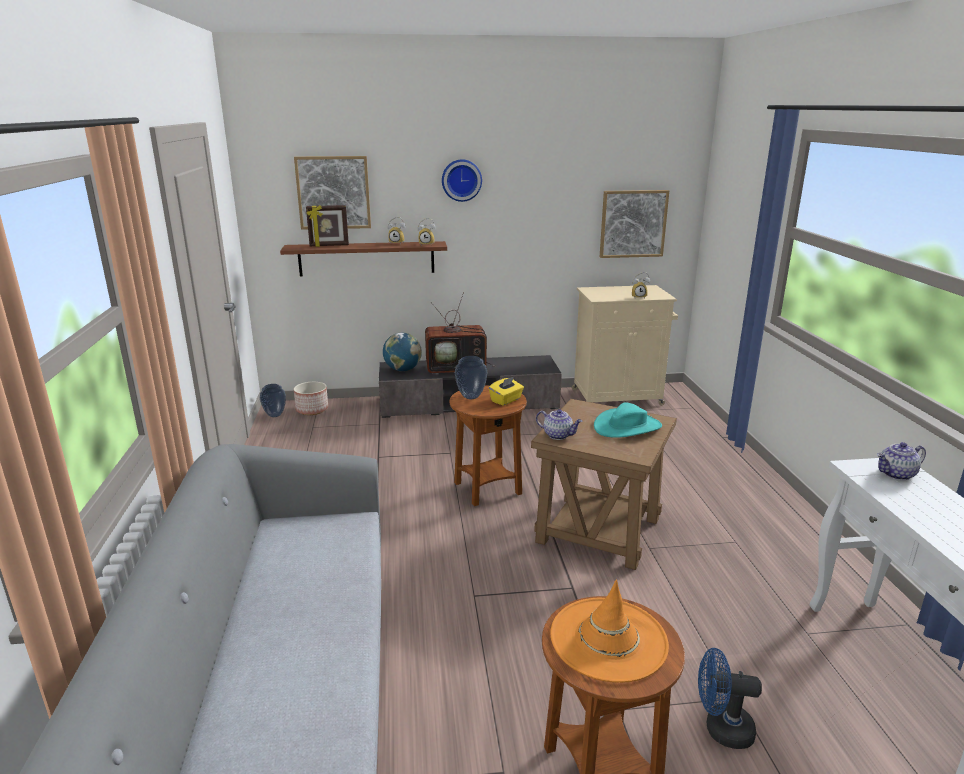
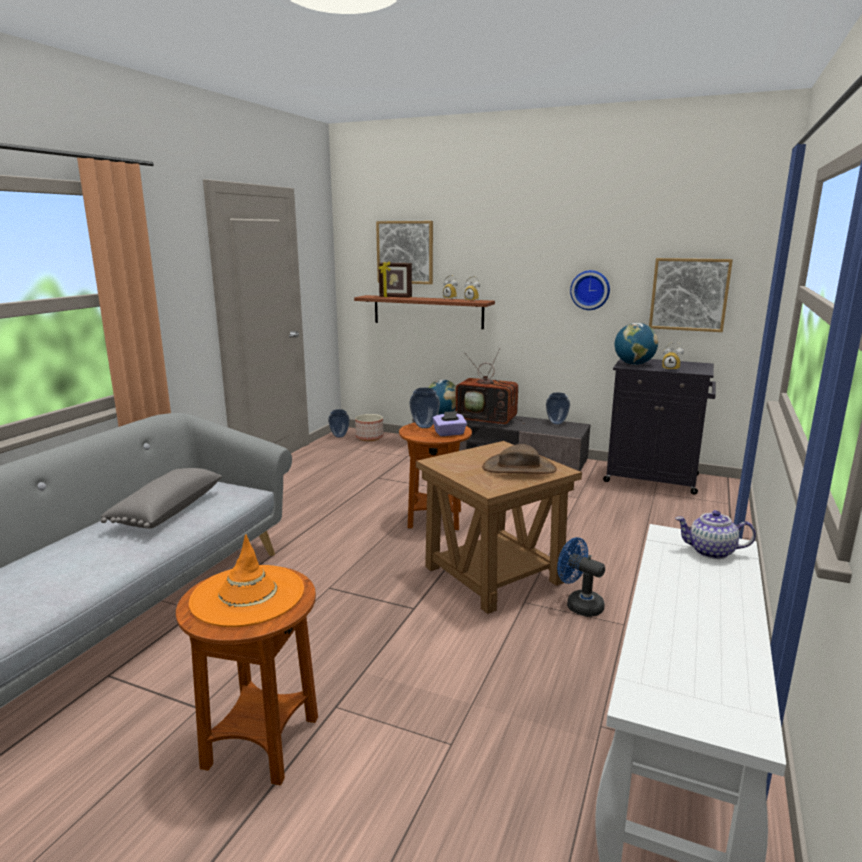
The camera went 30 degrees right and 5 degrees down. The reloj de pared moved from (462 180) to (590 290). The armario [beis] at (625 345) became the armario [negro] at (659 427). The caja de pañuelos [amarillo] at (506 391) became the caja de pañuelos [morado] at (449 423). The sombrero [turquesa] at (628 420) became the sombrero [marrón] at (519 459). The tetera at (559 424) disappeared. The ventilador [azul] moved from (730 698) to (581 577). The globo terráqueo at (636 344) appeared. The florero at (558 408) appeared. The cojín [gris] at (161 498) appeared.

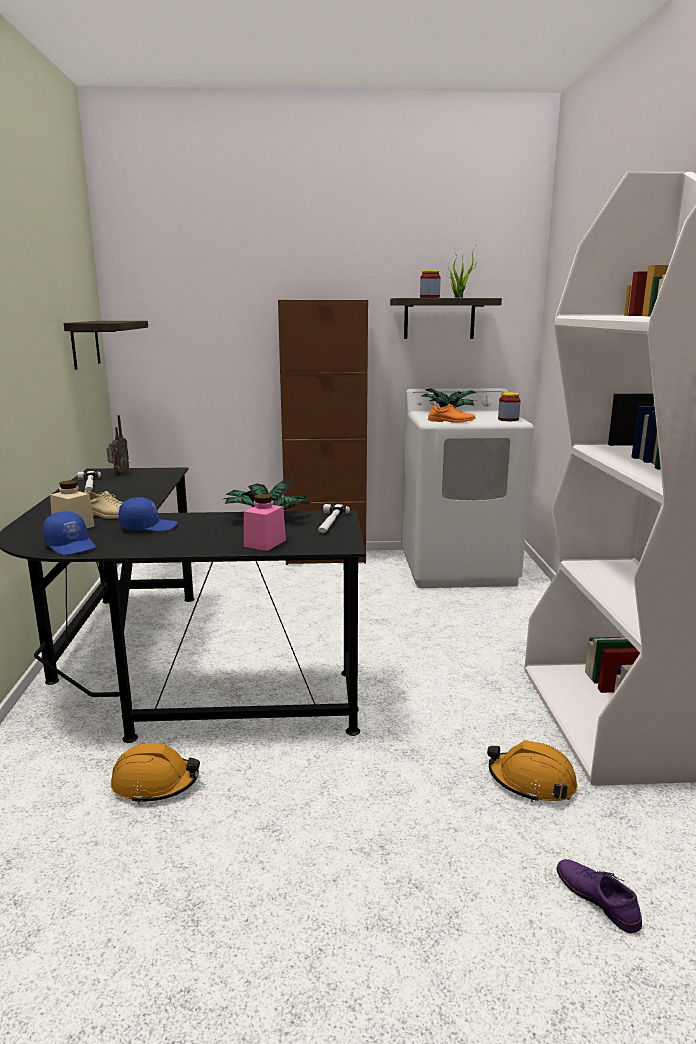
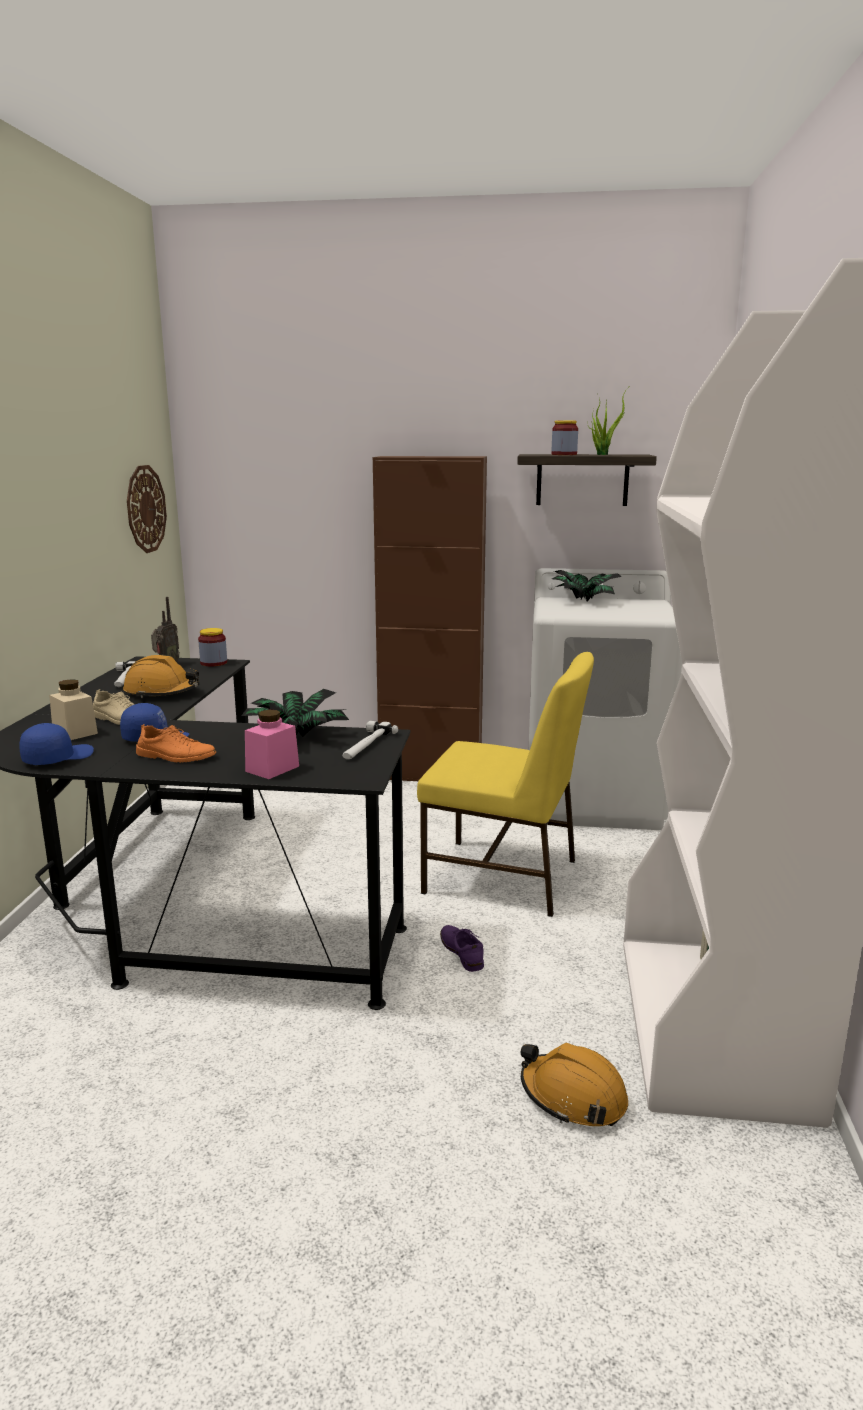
The camera went 10 degrees right and 0 degrees up. The estante at (106 345) was replaced by the reloj de pared at (147 509). The tarro moved from (509 406) to (212 647). The zapato [naranja] moved from (451 413) to (176 743). The gorra [azul] at (69 533) turned 105 degrees counterclockwise. The casco [naranja] moved from (155 773) to (161 676). The zapato [morado] moved from (599 896) to (462 948). The silla [amarillo] at (505 784) appeared.

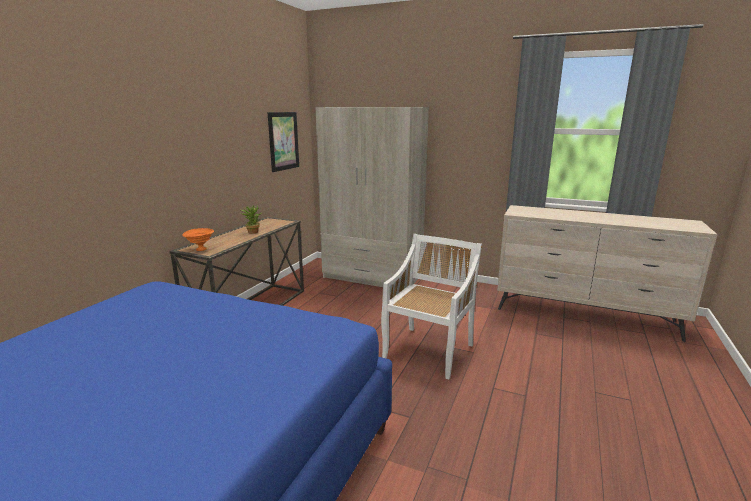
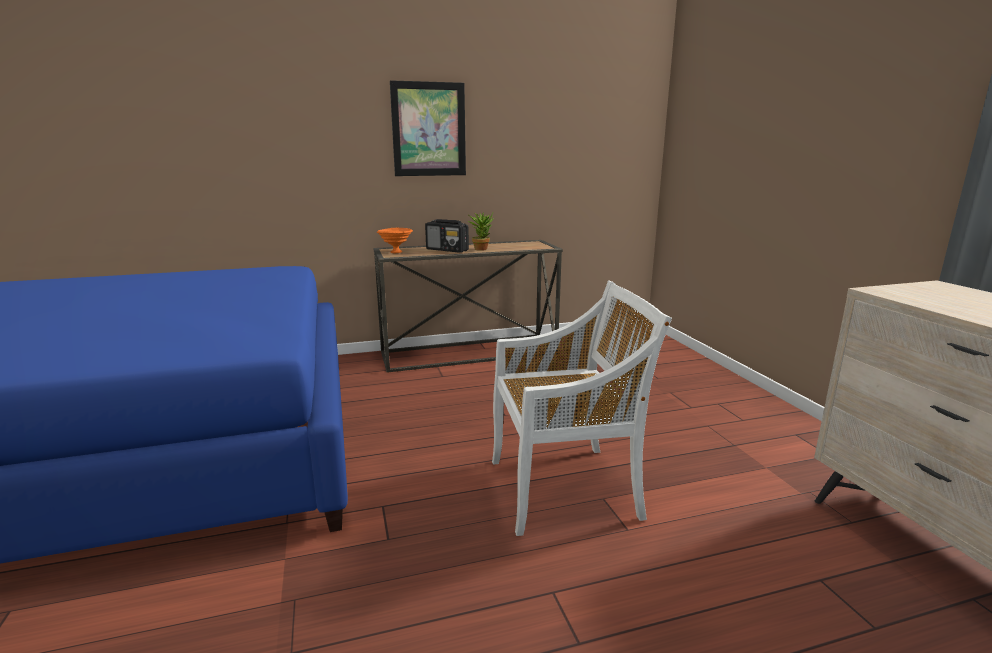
The camera went 50 degrees right and 0 degrees up. The armario ropero [beis] at (372 197) disappeared. The cuadro moved from (283 142) to (428 128). The radio at (447 236) appeared.

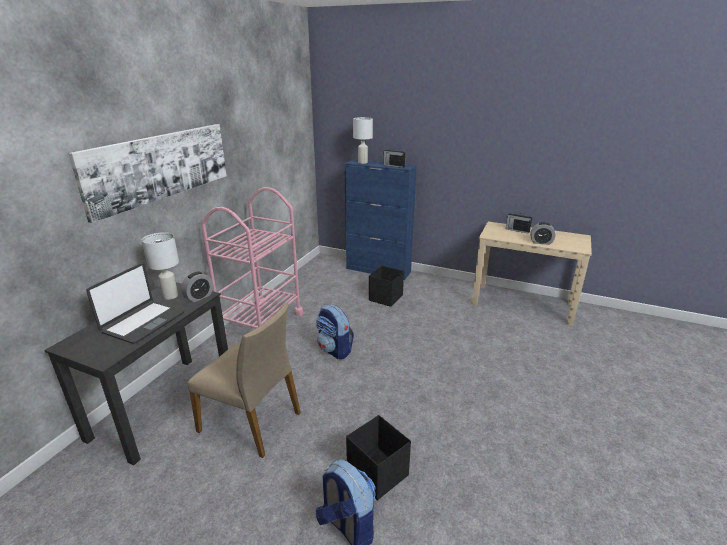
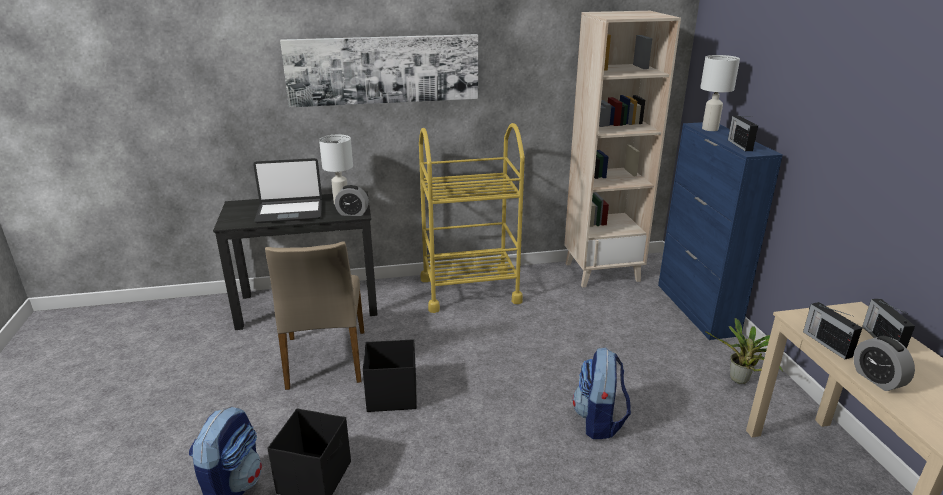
The camera went 55 degrees right and 0 degrees up. The carrito [rosa] at (252 261) became the carrito [amarillo] at (472 218). The caja de almacenaje [negro] moved from (386 286) to (390 375). The mochila moved from (335 332) to (602 393). The estantería [beis] at (622 149) appeared. The radio at (832 330) appeared. The planta en maceta at (744 351) appeared.

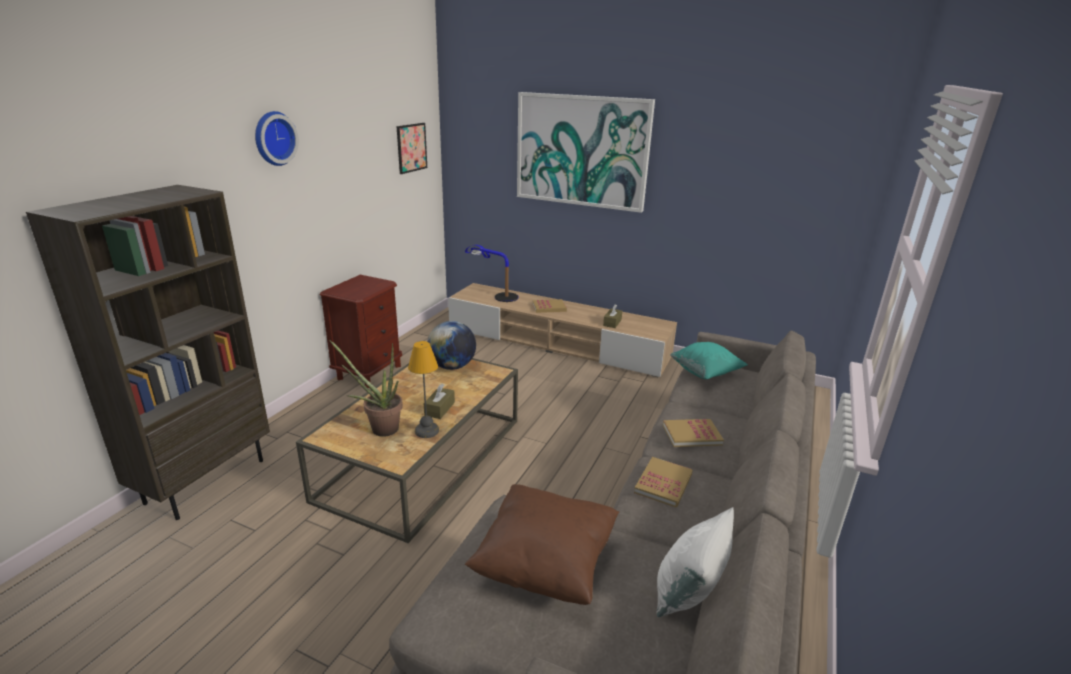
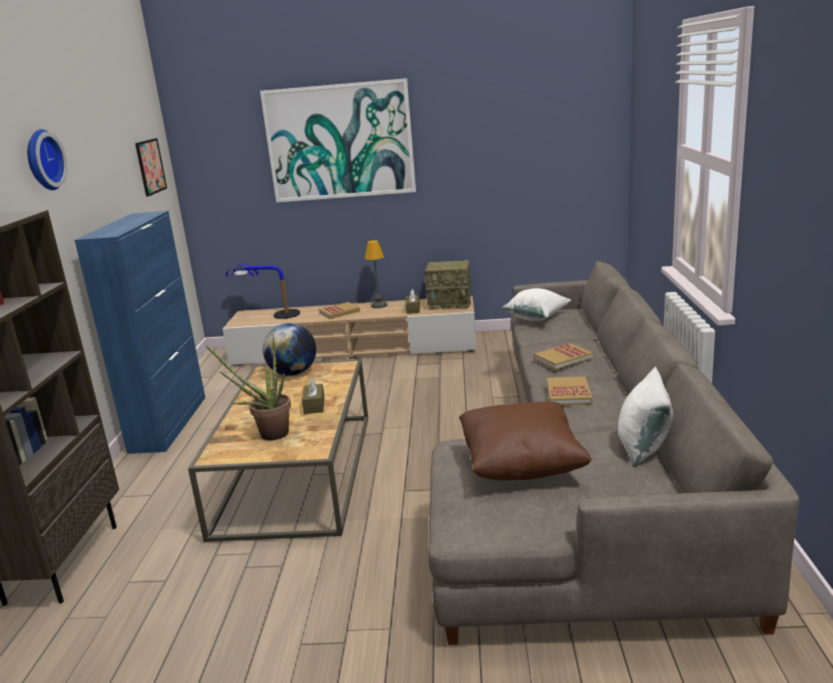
The camera went 20 degrees left and 5 degrees down. The mesita de noche [marrón] at (361 331) was replaced by the armario [azul] at (140 332). The lámpara de mesa moved from (423 389) to (376 274). The cojín [turquesa] at (709 360) became the cojín [blanco] at (536 304). The radio at (448 285) appeared.

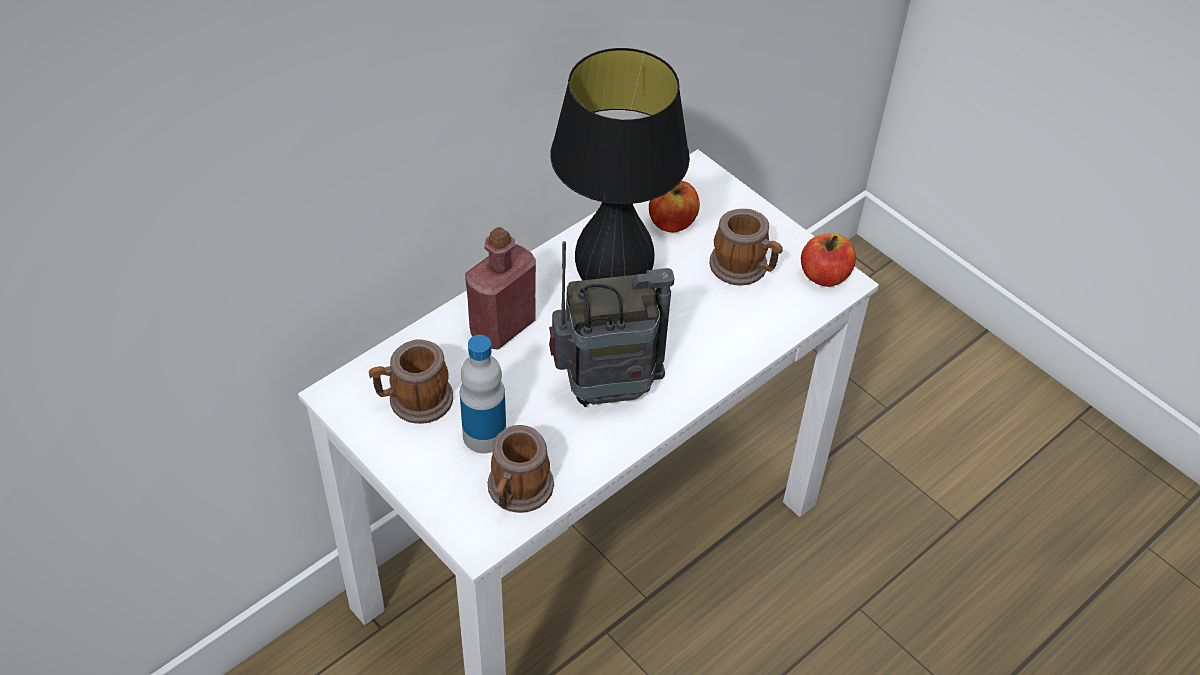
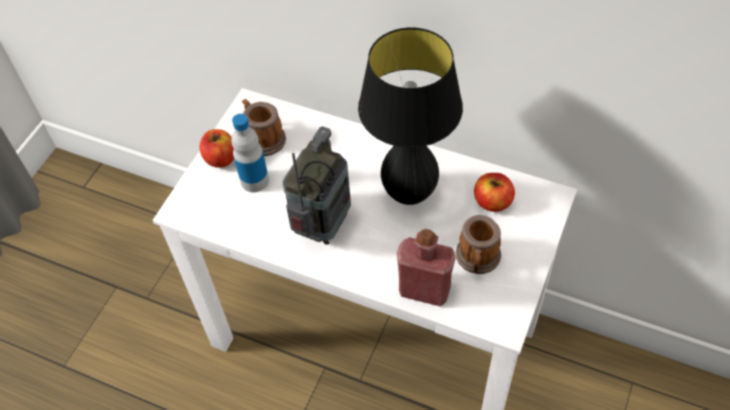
The camera went 70 degrees right and 5 degrees up. The botella [rojo] moved from (500 288) to (426 268). The manzana moved from (828 260) to (217 148). The radio at (611 324) turned 120 degrees counterclockwise. The taza grande at (521 469) disappeared.

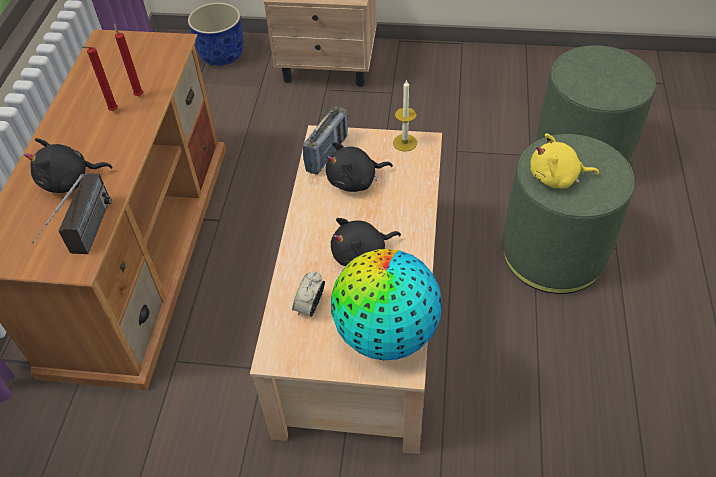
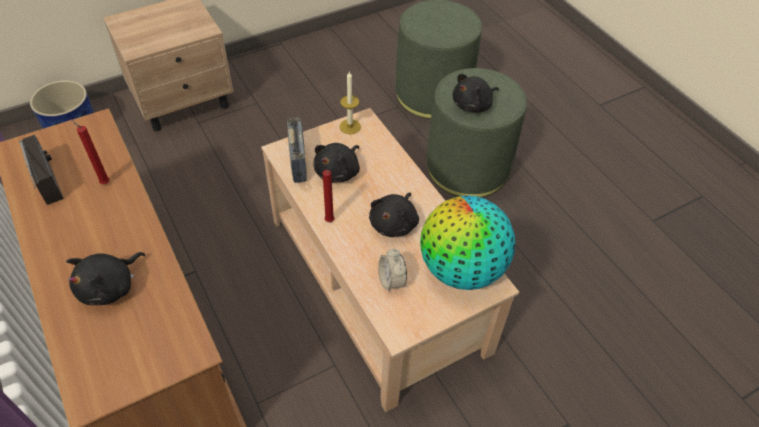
The camera went 40 degrees left and 0 degrees up. The vela [rojo] moved from (100 79) to (328 196). The peluche [amarillo] at (564 161) became the peluche [negro] at (476 93). The radio moved from (72 213) to (41 169).

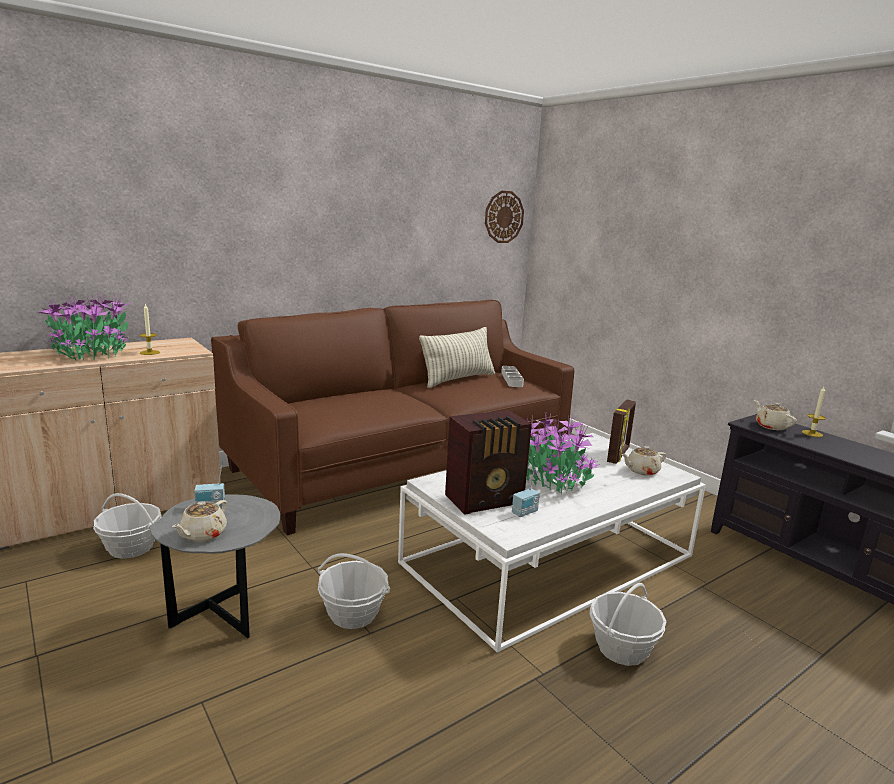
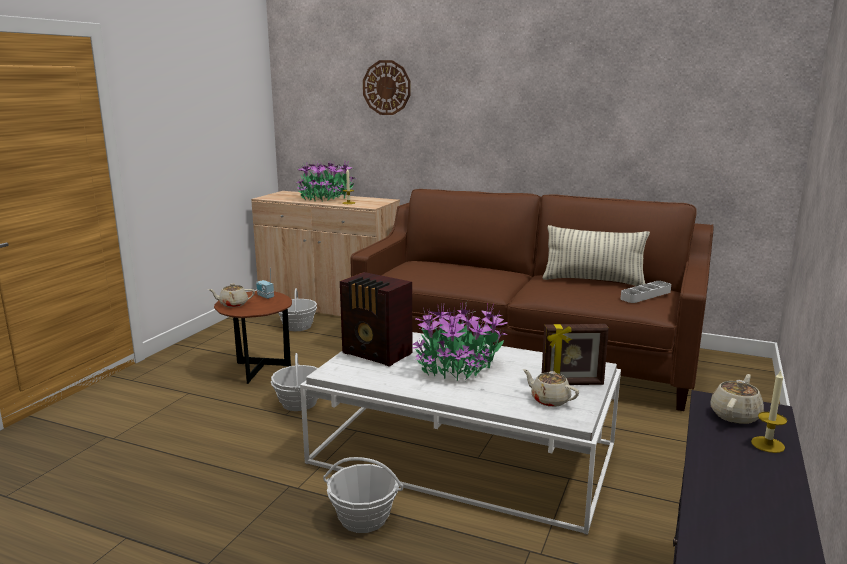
The camera went 60 degrees right and 0 degrees up. The reloj de pared moved from (504 217) to (387 87). The radio at (526 492) disappeared. The mesa auxiliar [gris] at (215 567) became the mesa auxiliar [marrón] at (253 337).

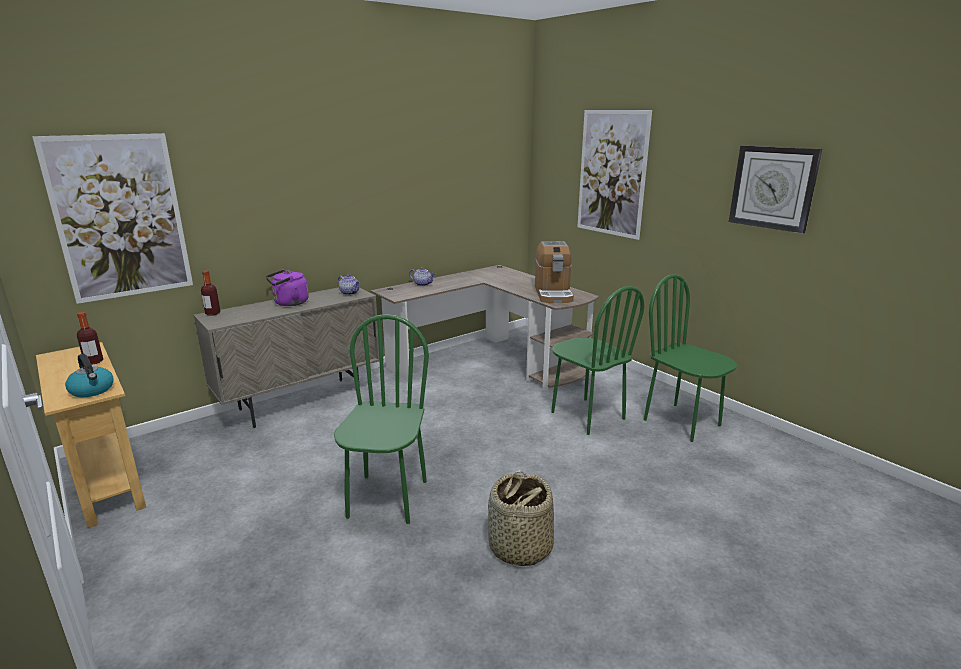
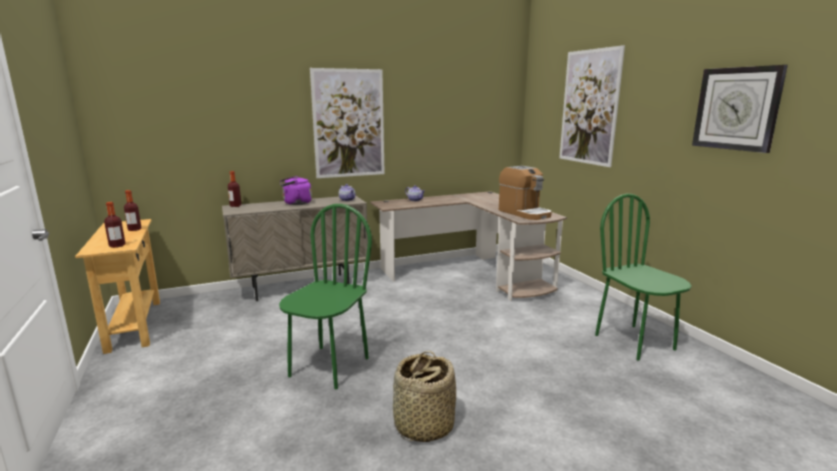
The camera went 15 degrees right and 5 degrees down. The cuadro moved from (112 218) to (347 123). The cafetera at (554 272) turned 45 degrees counterclockwise. The silla [verde] at (597 360) disappeared. The hervidor at (89 376) was replaced by the botella at (115 225).

